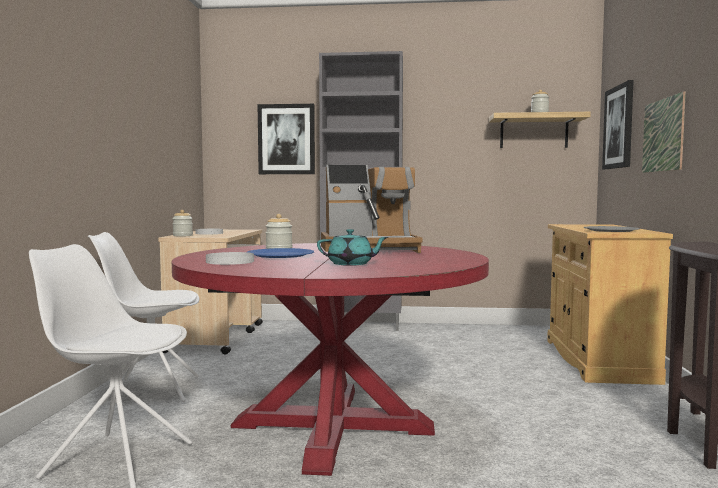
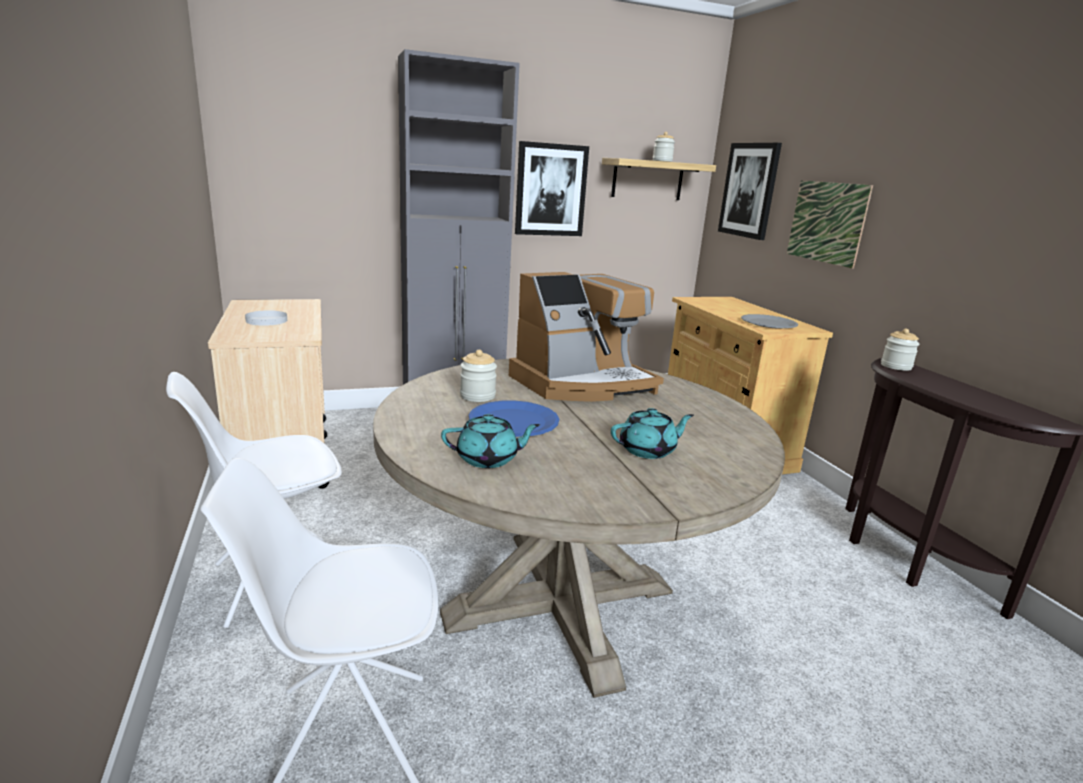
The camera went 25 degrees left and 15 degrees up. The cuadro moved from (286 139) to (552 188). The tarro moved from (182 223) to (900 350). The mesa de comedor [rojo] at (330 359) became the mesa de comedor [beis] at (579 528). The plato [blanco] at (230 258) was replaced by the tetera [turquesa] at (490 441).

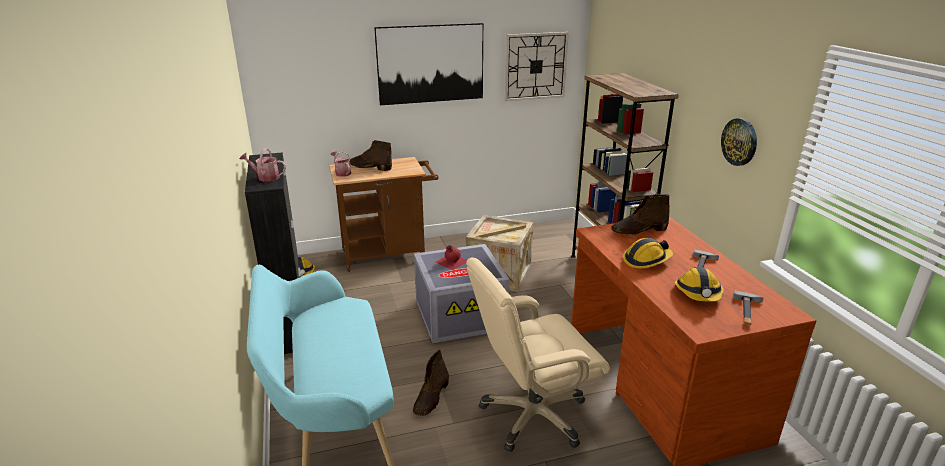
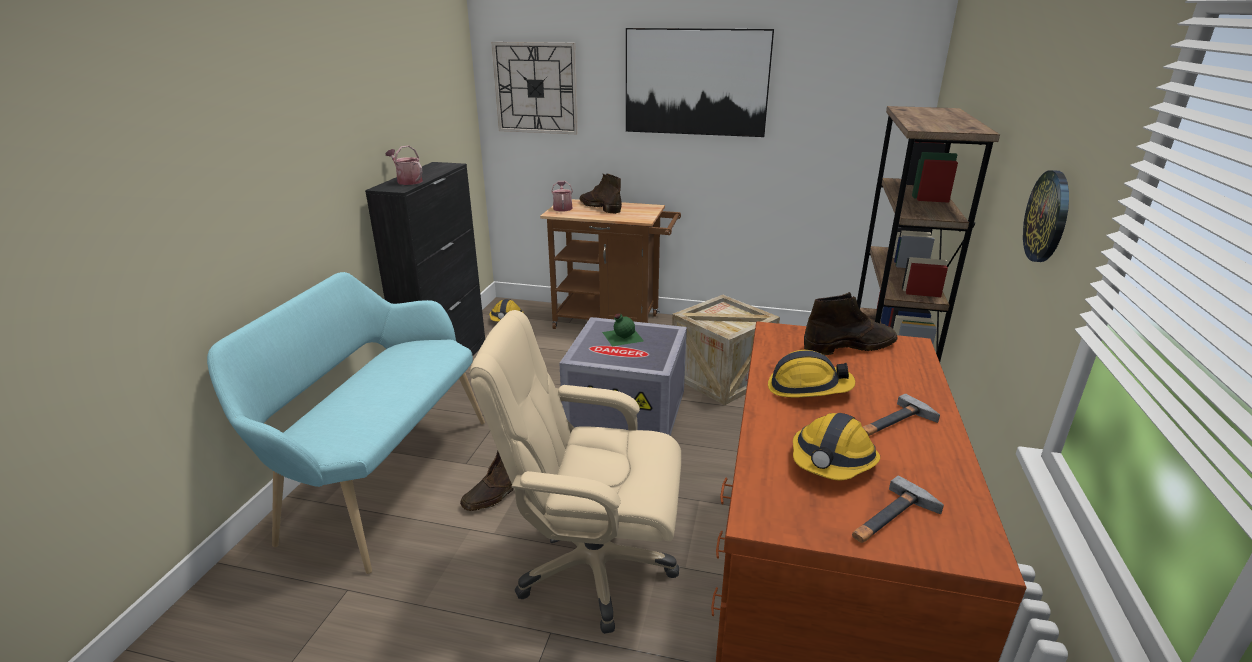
The camera went 30 degrees right and 0 degrees up. The reloj de pared moved from (537 66) to (534 88). The bota [marrón] at (640 214) turned 150 degrees clockwise. The botella [rojo] at (451 257) became the botella [verde] at (623 330).

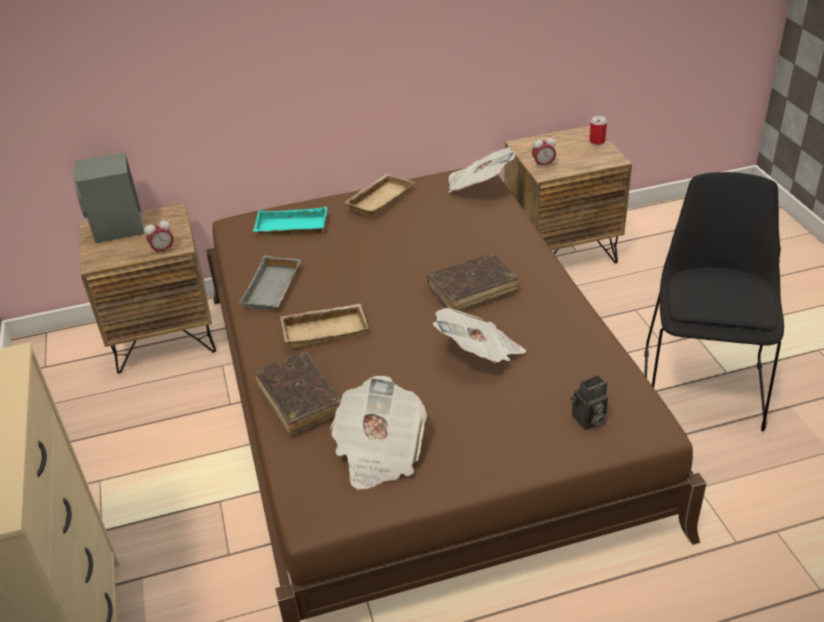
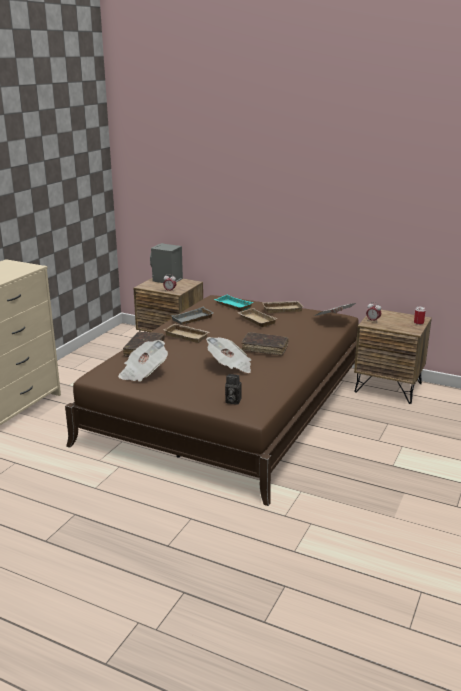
The camera went 40 degrees right and 15 degrees down. The silla [negro] at (714 302) disappeared. The bandeja [beis] at (257 317) appeared.

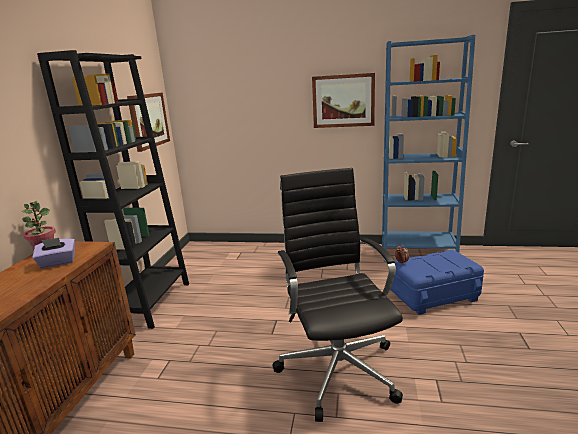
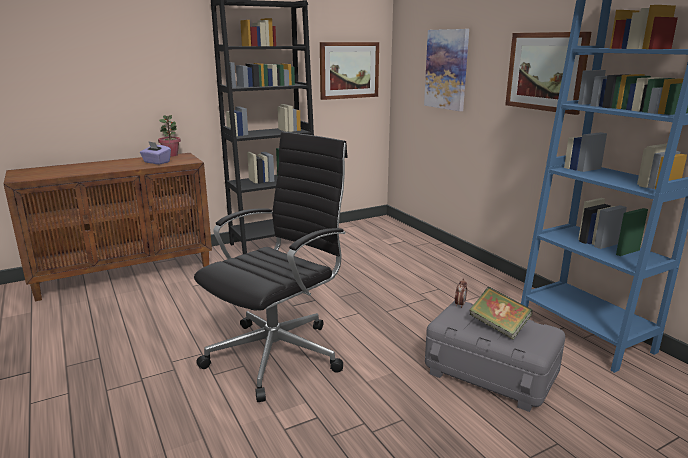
The camera went 50 degrees right and 0 degrees up. The caja de almacenaje [azul] at (437 282) became the caja de almacenaje [gris] at (495 356). The cuadro at (446 70) appeared. The libro at (501 313) appeared.

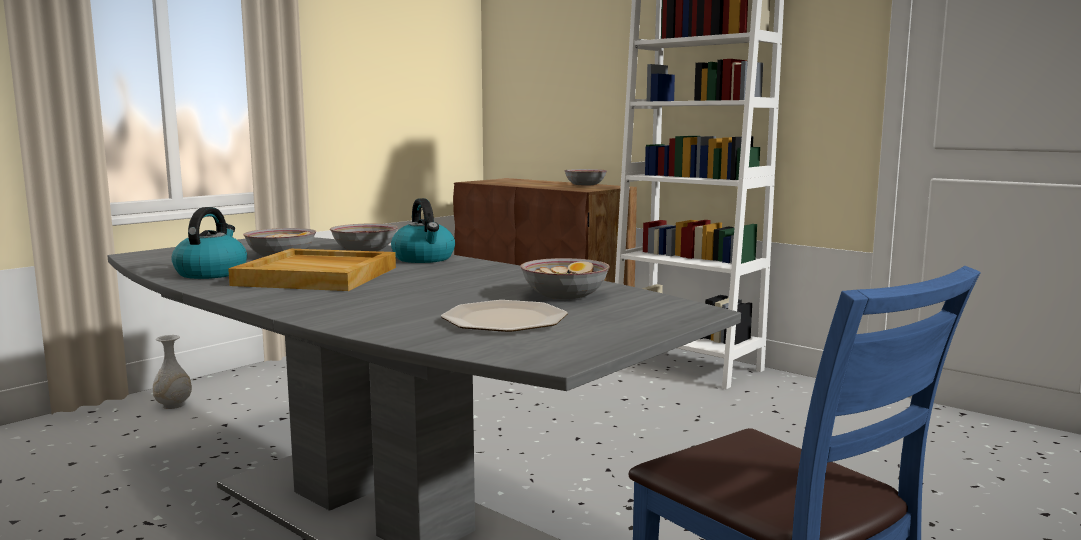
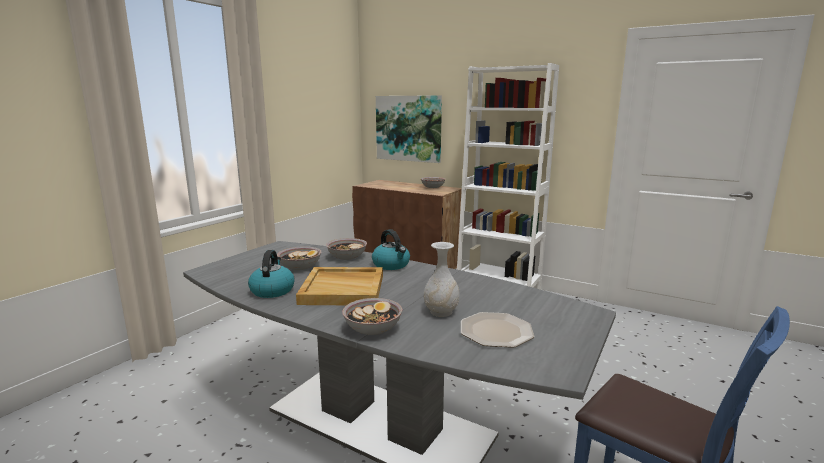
The camera went 10 degrees left and 5 degrees up. The cuenco moved from (565 278) to (372 316). The florero [blanco] moved from (172 372) to (442 279). The cuadro at (409 129) appeared.

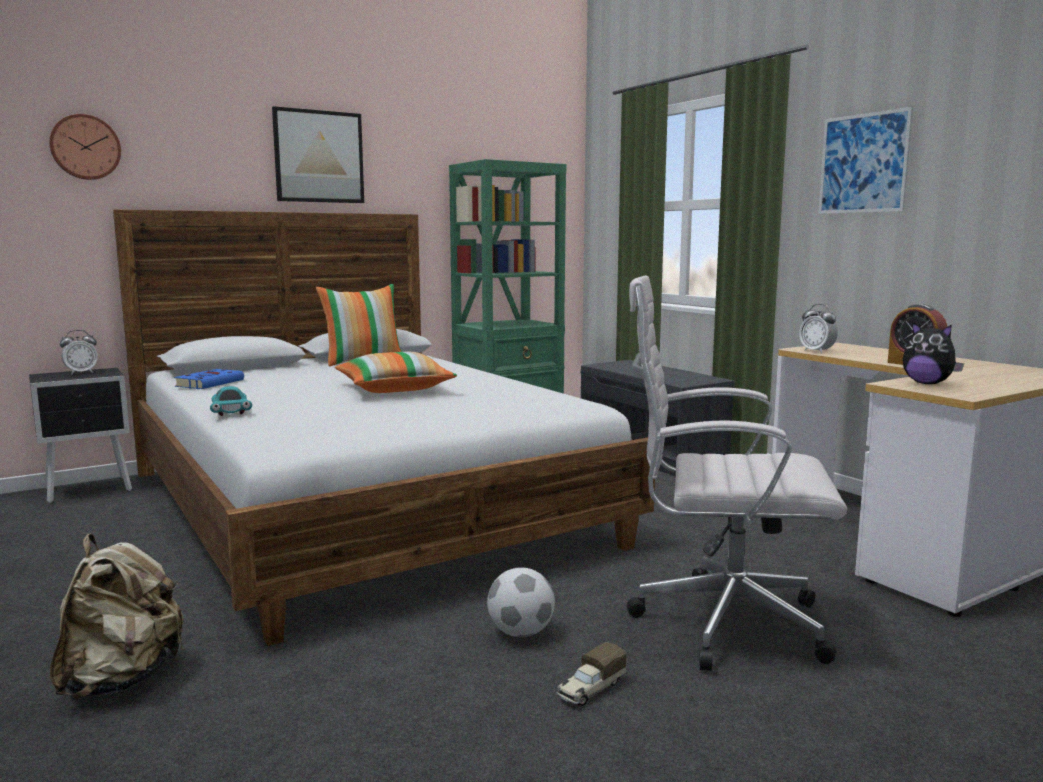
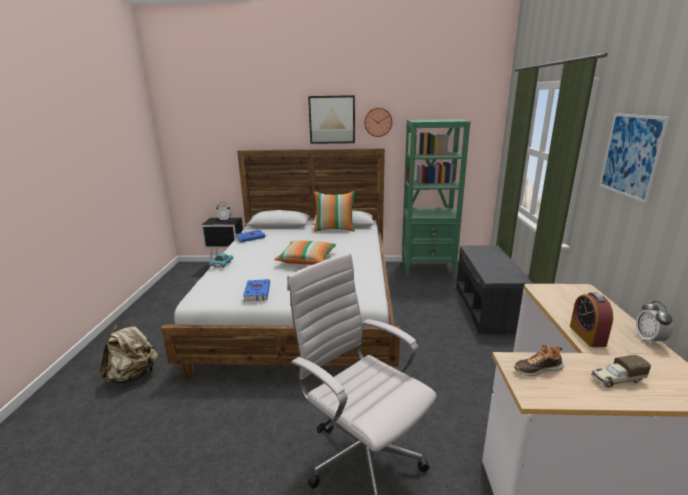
The camera went 35 degrees right and 10 degrees up. The reloj de pared moved from (85 147) to (378 122). The despertador moved from (818 329) to (654 323). The peluche at (933 353) was replaced by the zapato at (539 360). The balón de fútbol at (521 602) disappeared. The camión de juguete moved from (591 674) to (621 371). The libro [azul] at (256 290) appeared.

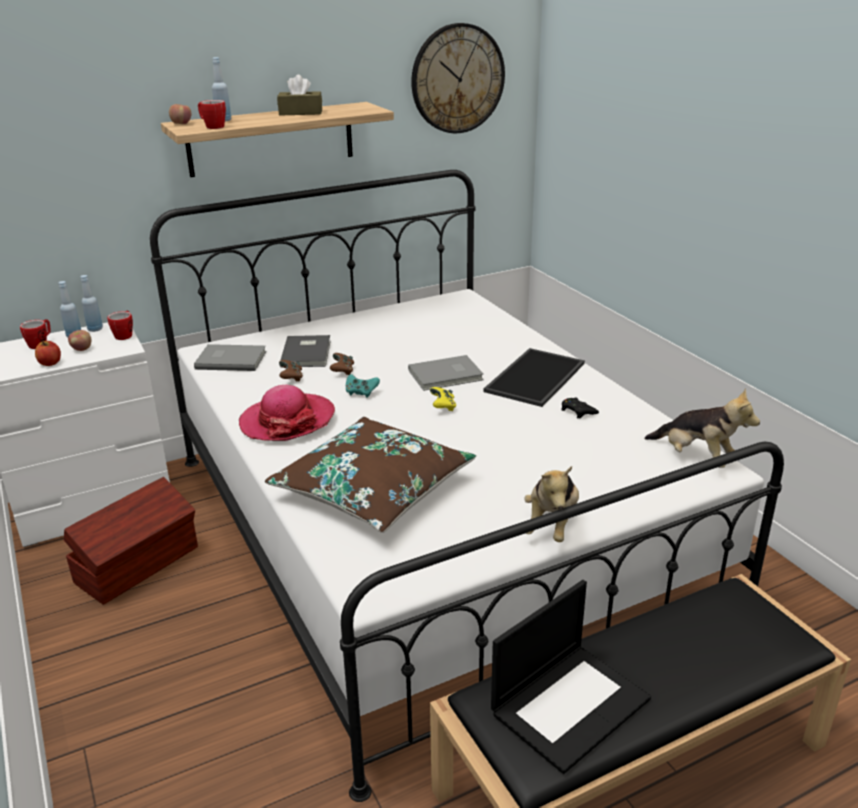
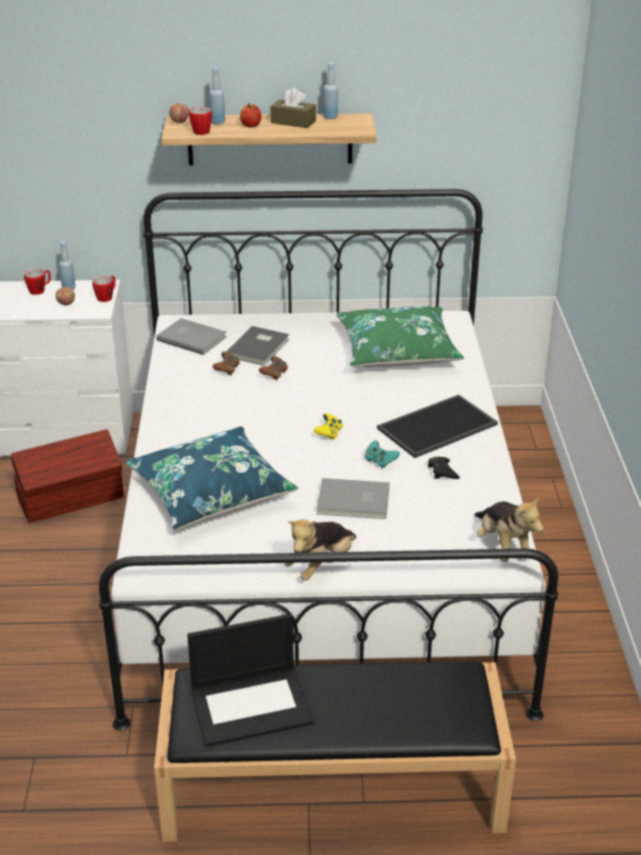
The camera went 25 degrees right and 5 degrees up. The reloj de pared at (458 78) disappeared. The botella [azul] moved from (91 303) to (331 90). The manzana moved from (48 353) to (250 115). The libro [gris] moved from (446 373) to (353 498). The mando de consola [turquesa] moved from (363 386) to (382 454). The sombrero at (287 413) disappeared. The cojín [marrón] at (370 475) became the cojín [azul] at (211 478). The cojín [verde] at (400 336) appeared.

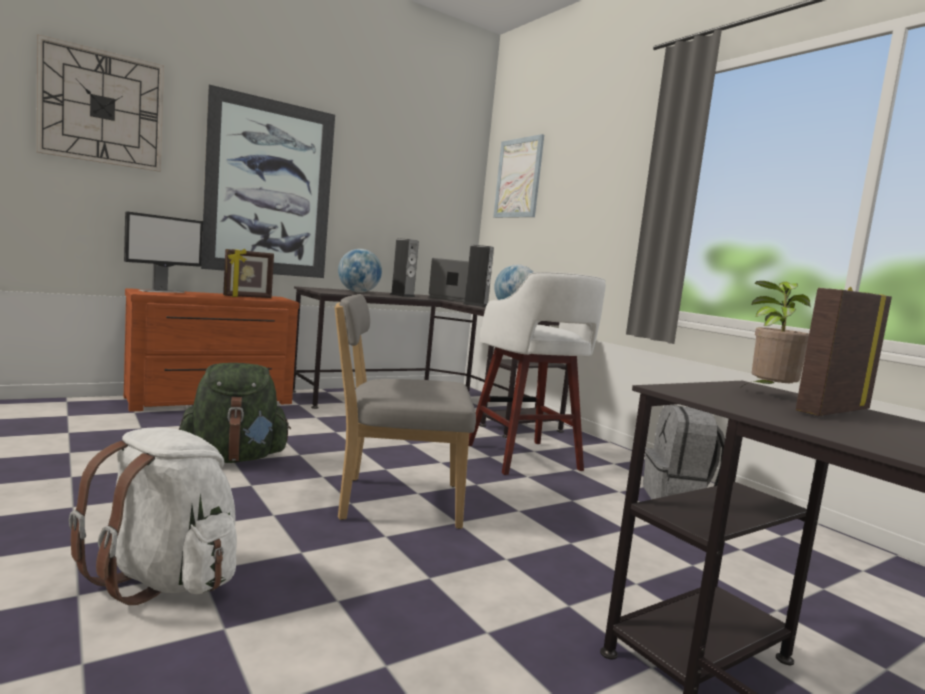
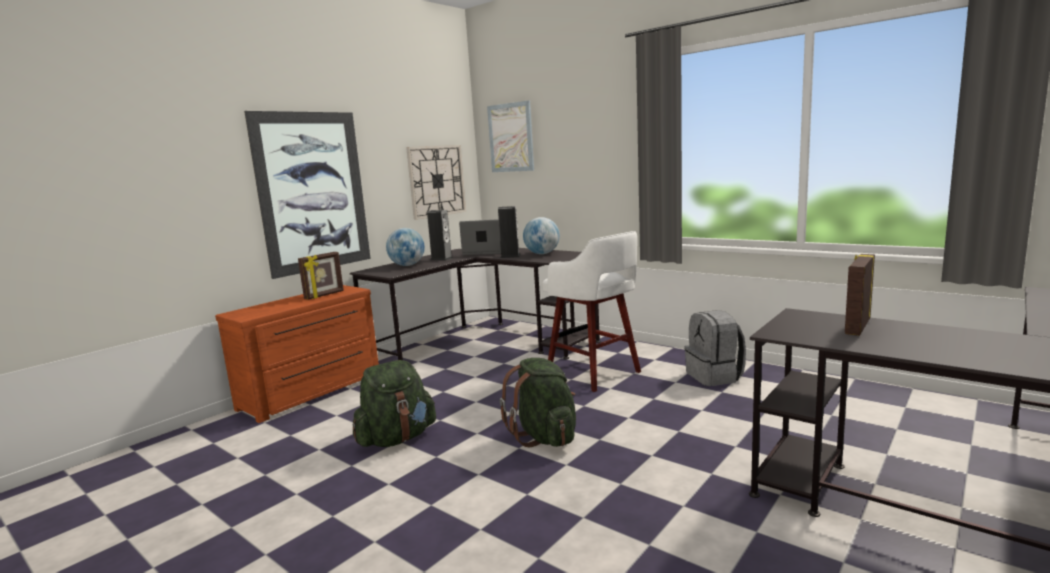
The camera went 15 degrees left and 5 degrees up. The reloj de pared moved from (100 103) to (436 182). The monitor at (163 252) disappeared. The planta en maceta at (777 333) disappeared. The silla [gris] at (405 411) was replaced by the mochila [verde] at (538 402). The mochila [blanco] at (153 516) disappeared.

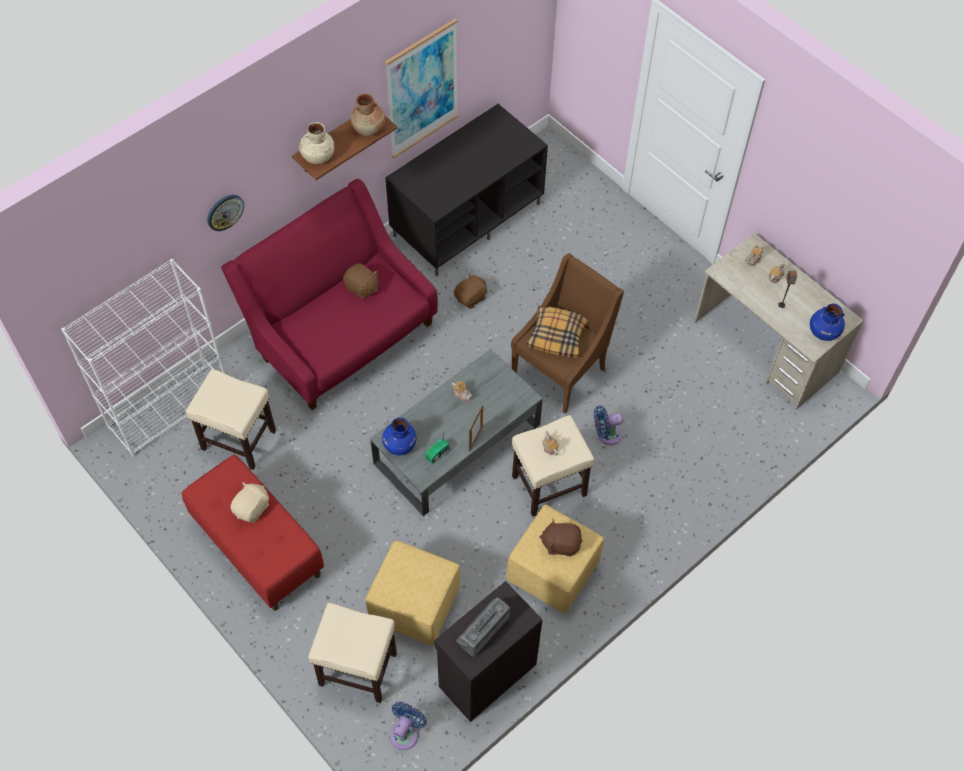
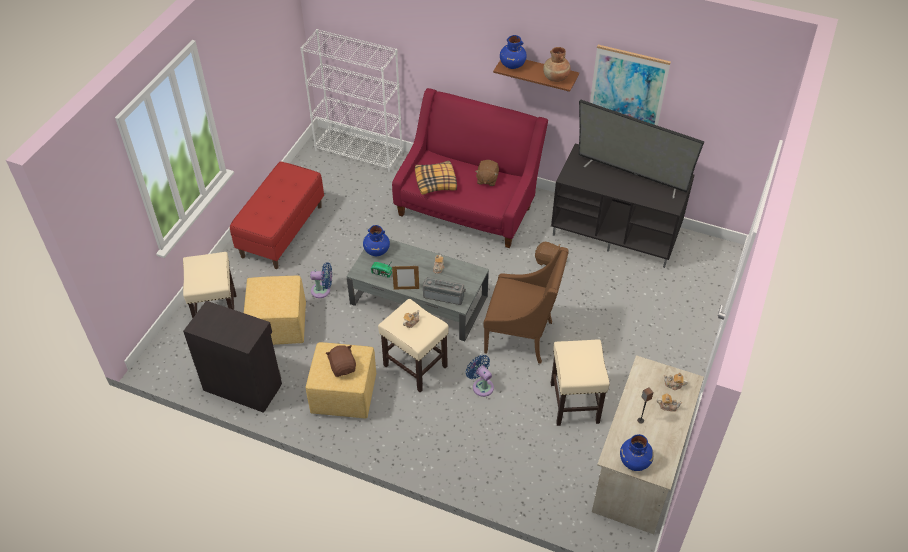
The camera went 65 degrees right and 10 degrees down. The florero [beis] at (316 143) became the florero [azul] at (513 52). The reloj de pared at (225 213) disappeared. The cojín moved from (557 332) to (436 178). The taburete [beis] moved from (231 419) to (580 383). The peluche [beis] at (249 502) disappeared. The radio moved from (483 627) to (444 291). The ventilador [azul] moved from (408 726) to (321 280). The televisor at (641 149) appeared.

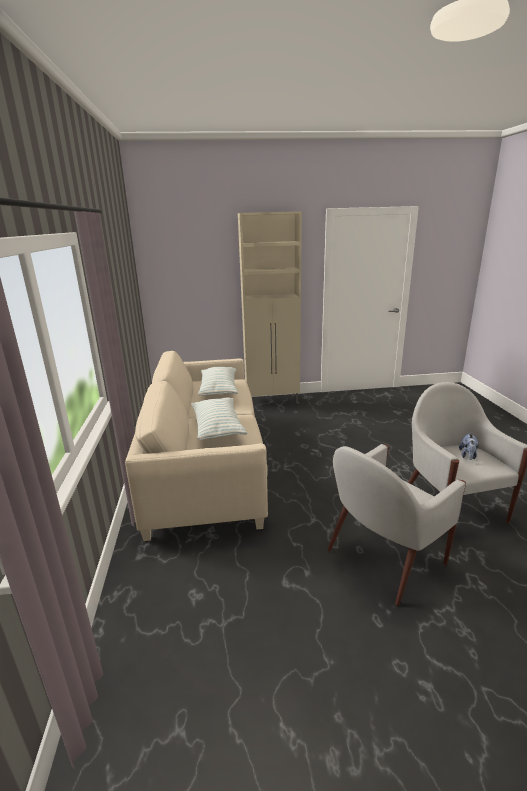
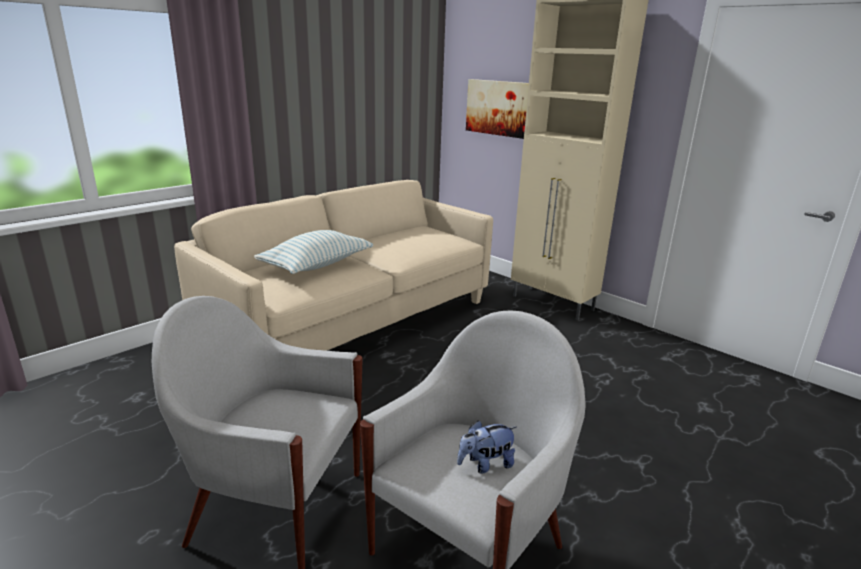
The camera went 50 degrees right and 0 degrees up. The cojín at (218 381) disappeared. The cuadro at (497 109) appeared.

